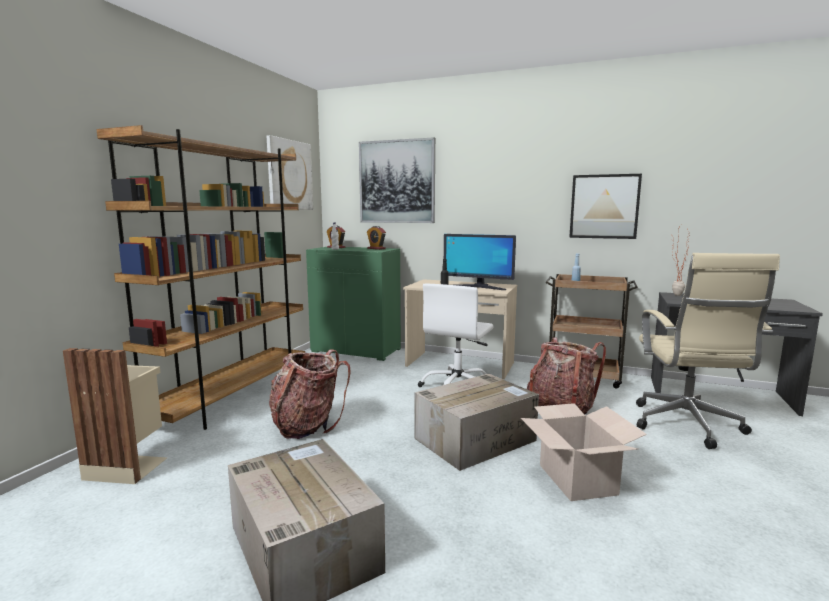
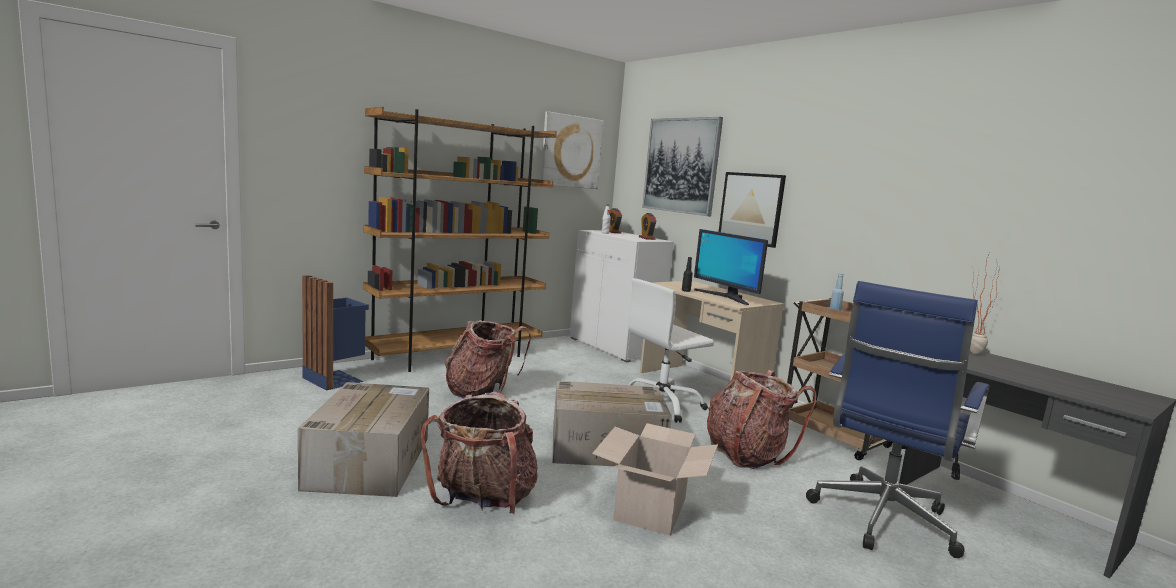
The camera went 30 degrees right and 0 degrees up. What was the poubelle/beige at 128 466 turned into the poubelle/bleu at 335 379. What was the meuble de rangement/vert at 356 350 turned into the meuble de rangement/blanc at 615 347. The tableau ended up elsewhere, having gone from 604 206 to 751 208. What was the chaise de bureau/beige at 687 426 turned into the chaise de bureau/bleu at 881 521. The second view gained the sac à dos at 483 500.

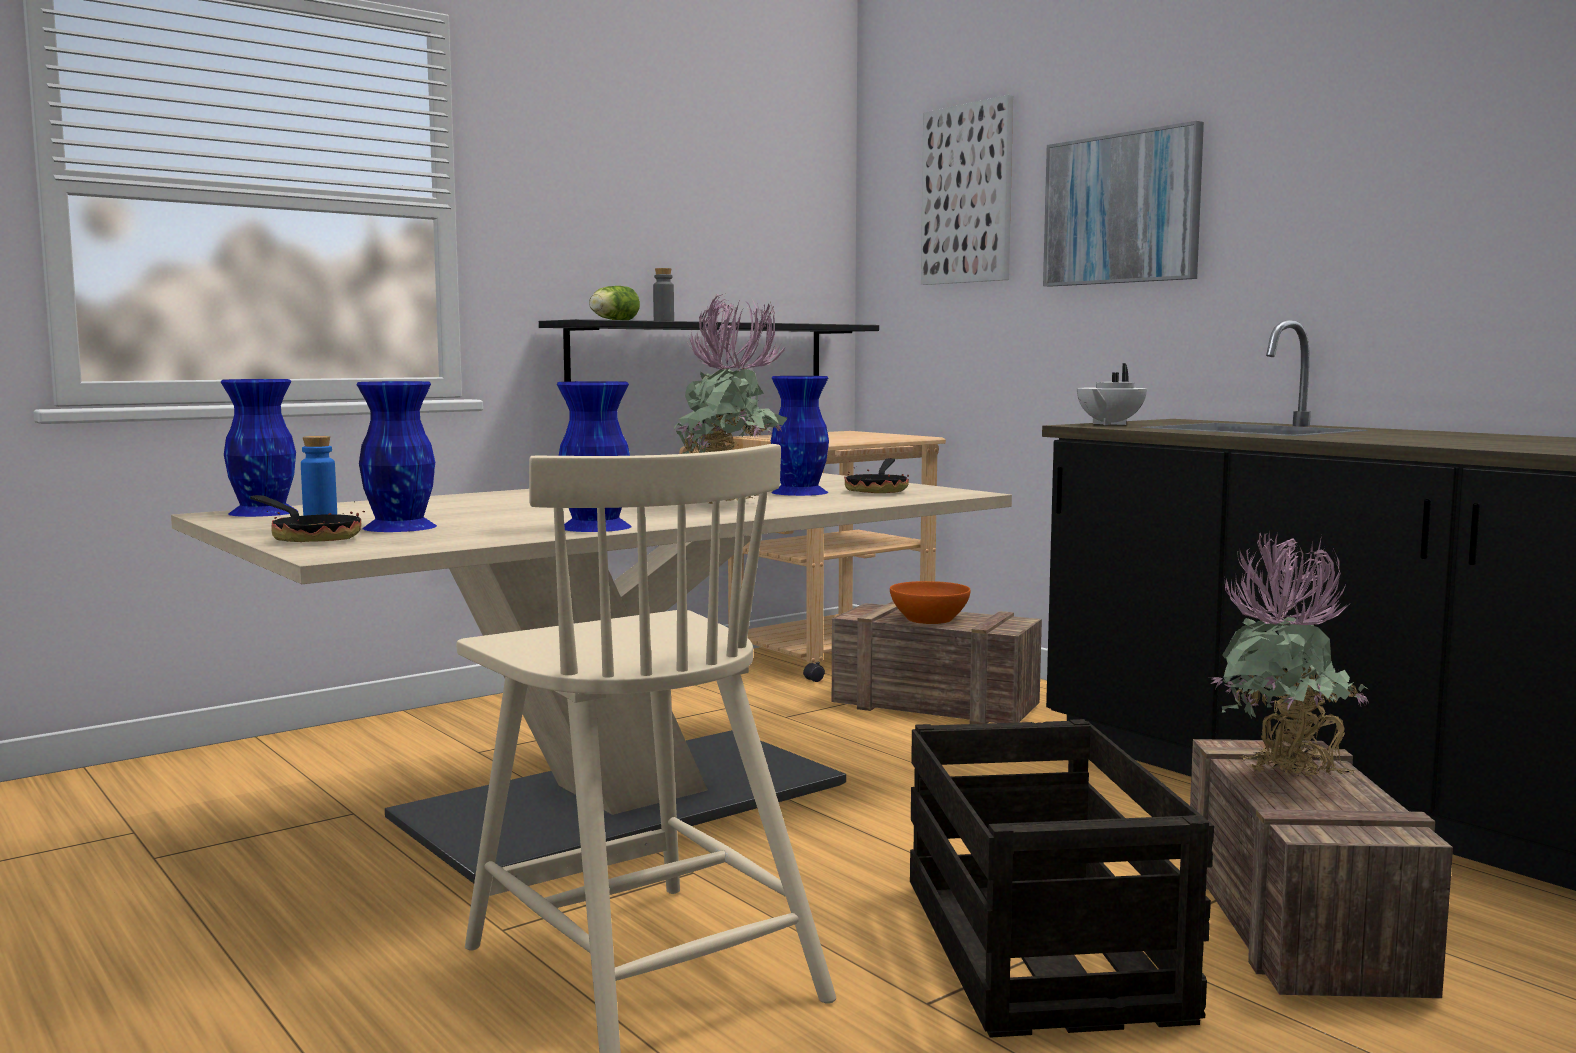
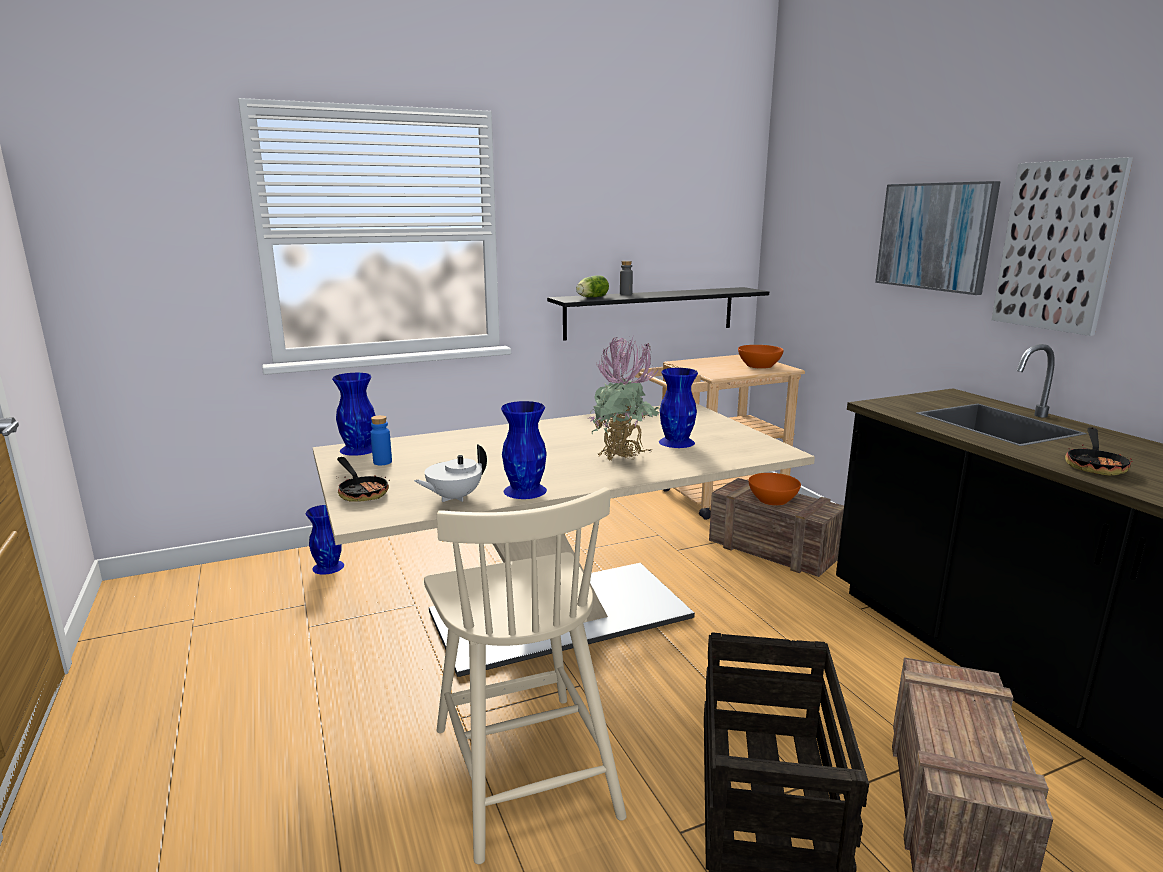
The camera went 15 degrees right and 10 degrees up. The vase/bleu ended up elsewhere, having gone from 399 527 to 328 566. The poêle ended up elsewhere, having gone from 878 490 to 1095 466. The tableau ended up elsewhere, having gone from 967 194 to 1057 246. The théière/blanc ended up elsewhere, having gone from 1109 424 to 453 498. The second view lost the plante en pot at 1285 779. The second view gained the bol/orange at 759 365.

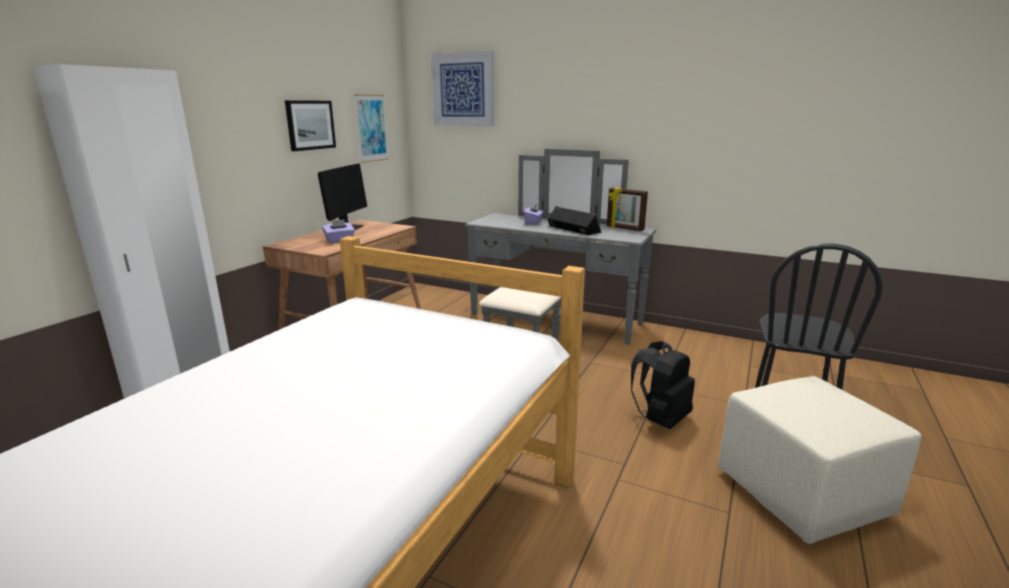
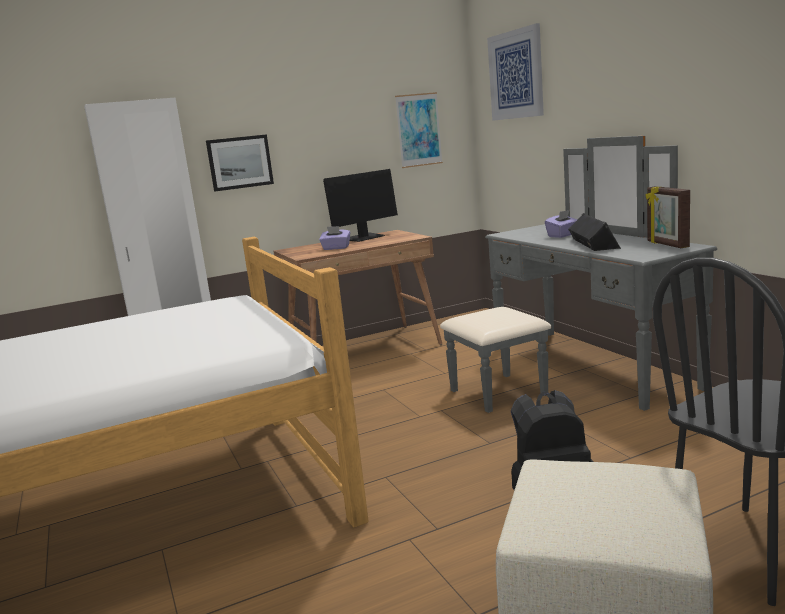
The camera went 40 degrees right and 5 degrees down. The tableau ended up elsewhere, having gone from 310 125 to 240 162.

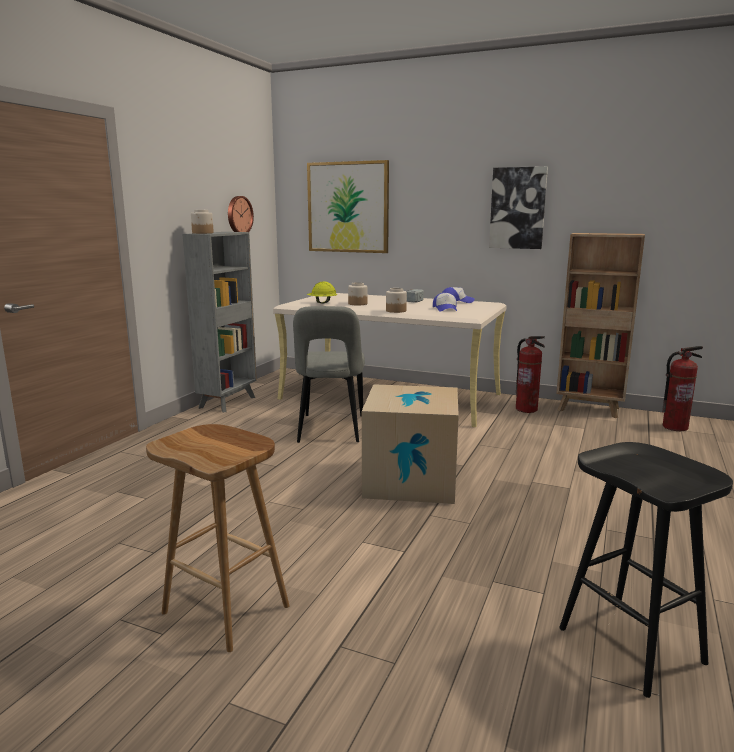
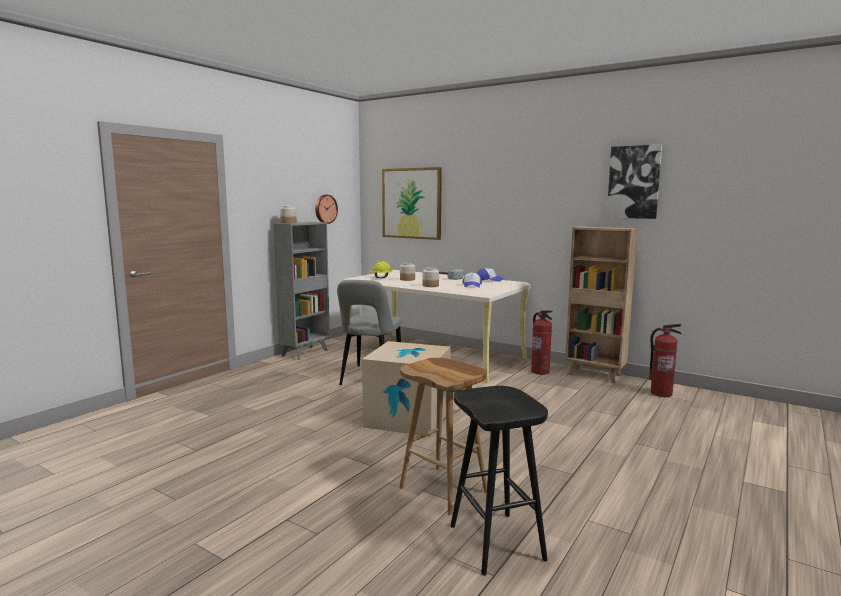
The camera went 10 degrees right and 5 degrees down. The tabouret/marron ended up elsewhere, having gone from 228 609 to 444 489. The tableau ended up elsewhere, having gone from 518 208 to 634 182.

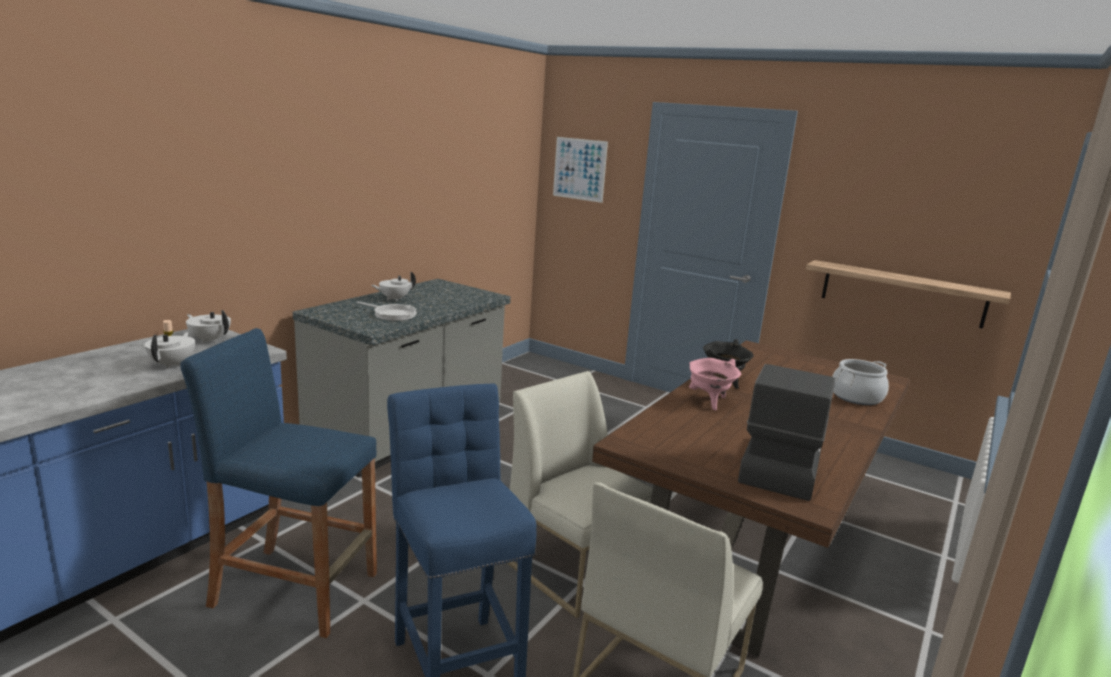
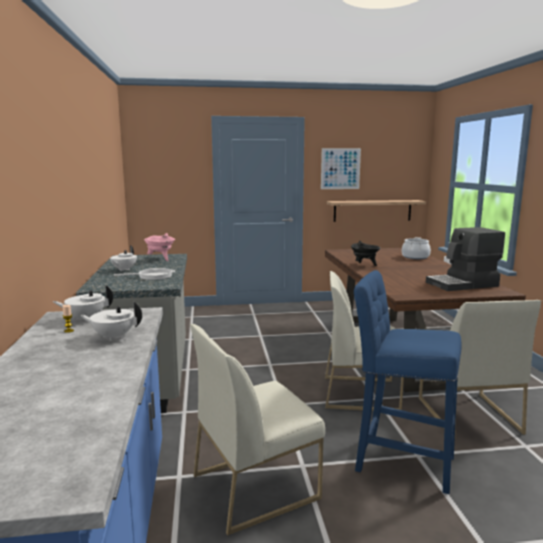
The camera went 40 degrees left and 5 degrees down. The théière/blanc at 173 364 ended up facing another way, 45 degrees counterclockwise from before. Where the tabouret/bleu stood at 295 590, the chaise/blanc came to stand at 255 485. The tableau ended up elsewhere, having gone from 579 169 to 340 168. The marmite/rose ended up elsewhere, having gone from 709 402 to 161 259. The machine à café at 779 467 ended up facing another way, 90 degrees counterclockwise from before.

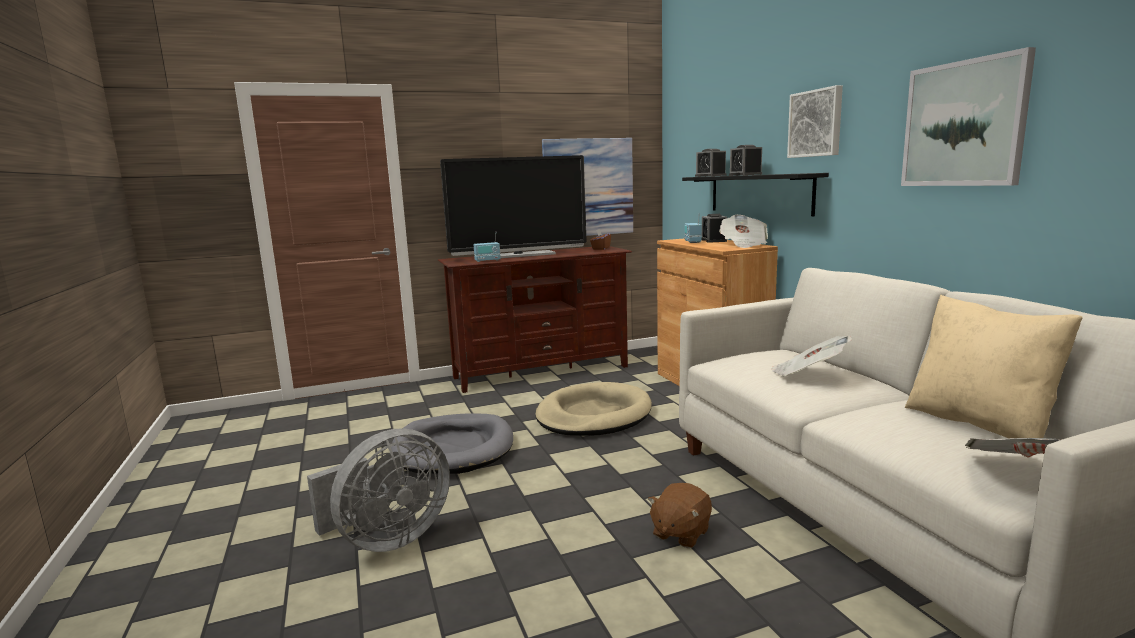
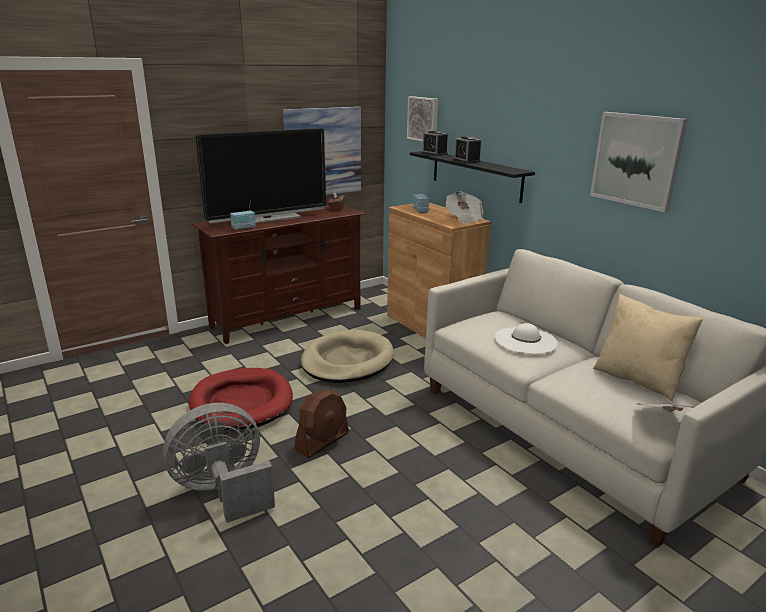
The camera went 15 degrees left and 10 degrees up. The ventilateur/gris at 387 539 ended up facing another way, 150 degrees counterclockwise from before. What was the panier pour chien/gris at 454 448 turned into the panier pour chien/rouge at 242 402. The second view lost the peluche/marron at 680 533. The second view lost the réveil at 713 240. Where the journal stood at 807 375, the chapeau/blanc came to stand at 525 340. The tableau ended up elsewhere, having gone from 816 123 to 423 119. The second view gained the ventilateur/marron at 322 441.

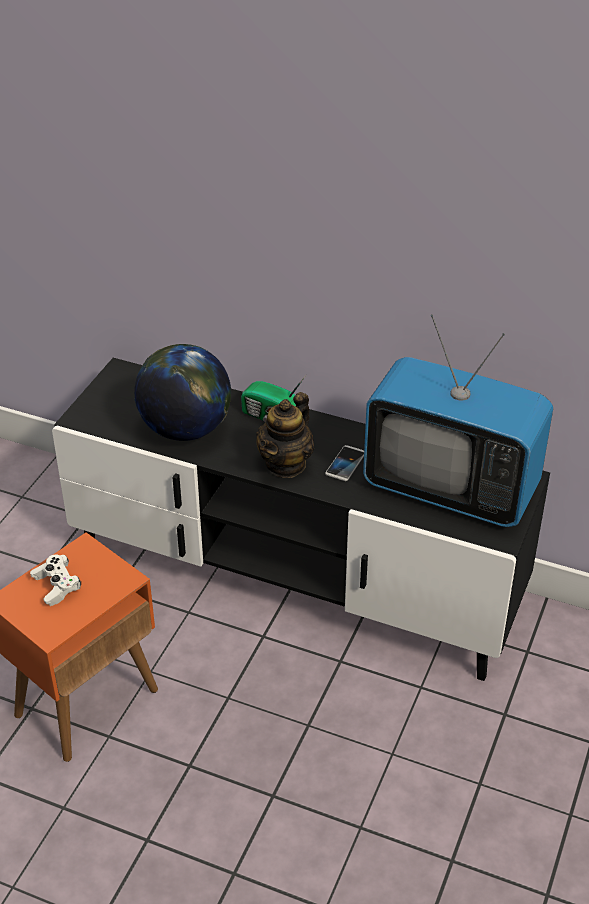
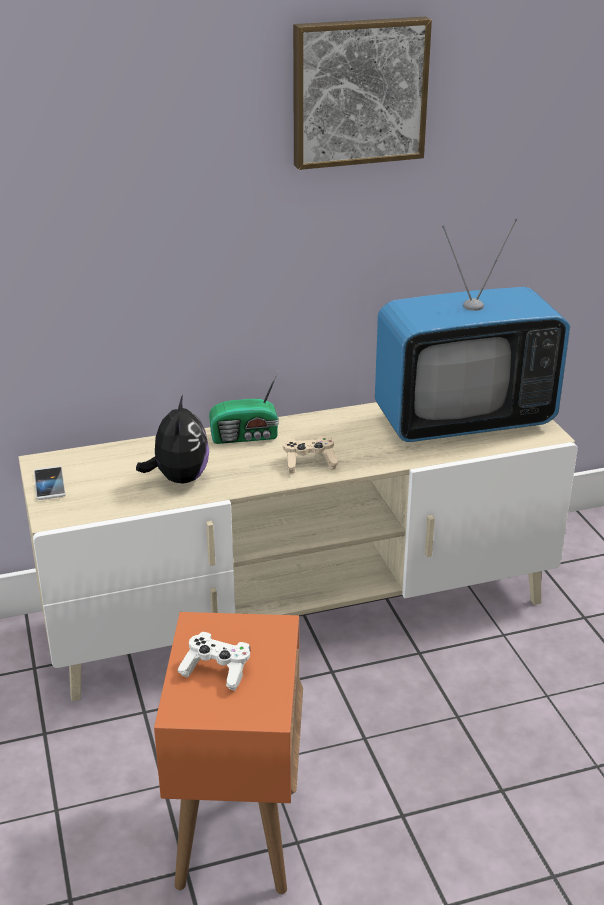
The camera went 40 degrees left and 10 degrees down. What was the meuble télé/noir at 294 578 turned into the meuble télé/beige at 301 612. Where the globe stood at 185 429, the peluche came to stand at 179 478. Where the théière stood at 286 464, the manette/beige came to stand at 309 463. The téléphone ended up elsewhere, having gone from 345 464 to 49 484. The second view gained the tableau at 358 92.

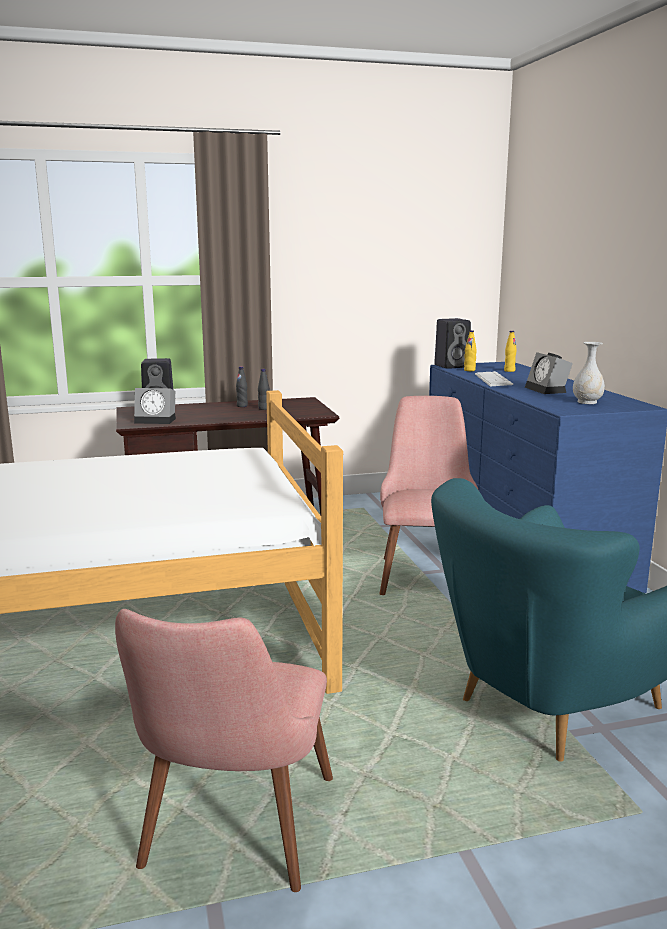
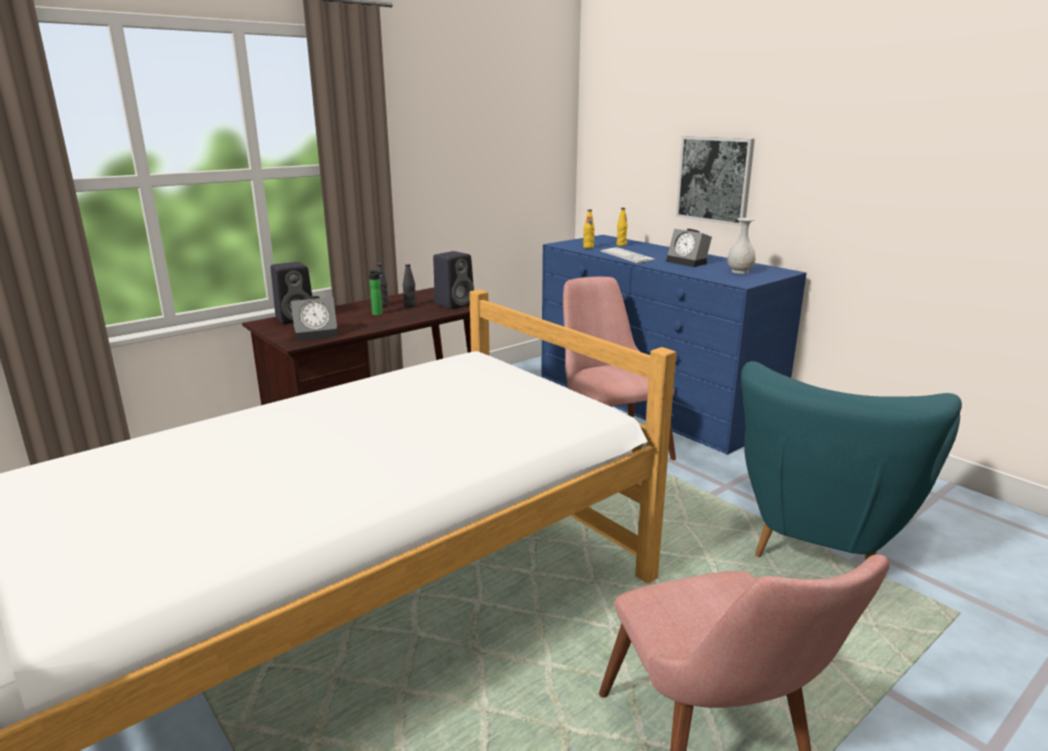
The camera went 25 degrees left and 5 degrees up. The enceinte/noir ended up elsewhere, having gone from 452 366 to 455 304. The second view gained the bouteille at 379 314. The second view gained the tableau at 714 179.

